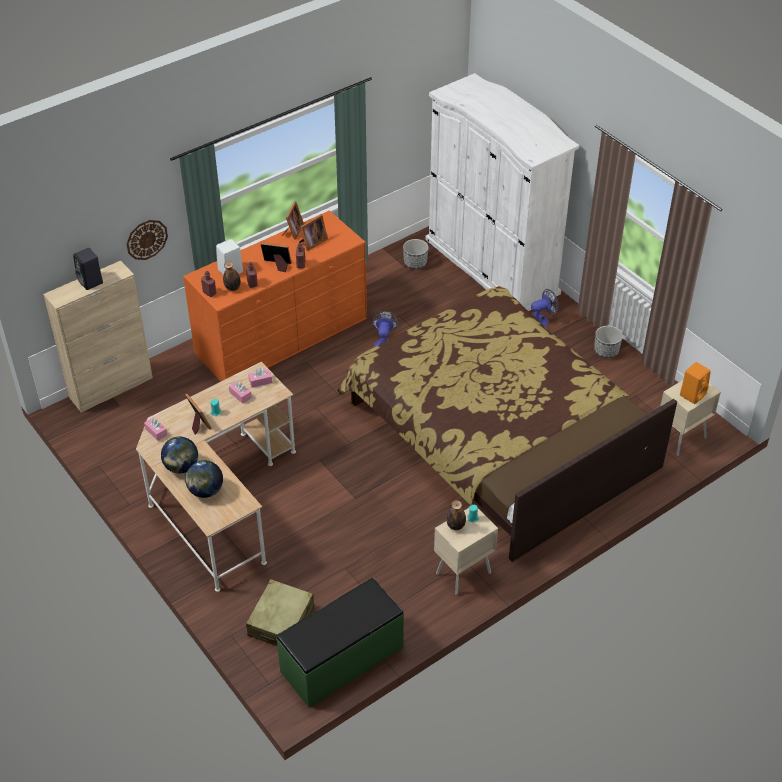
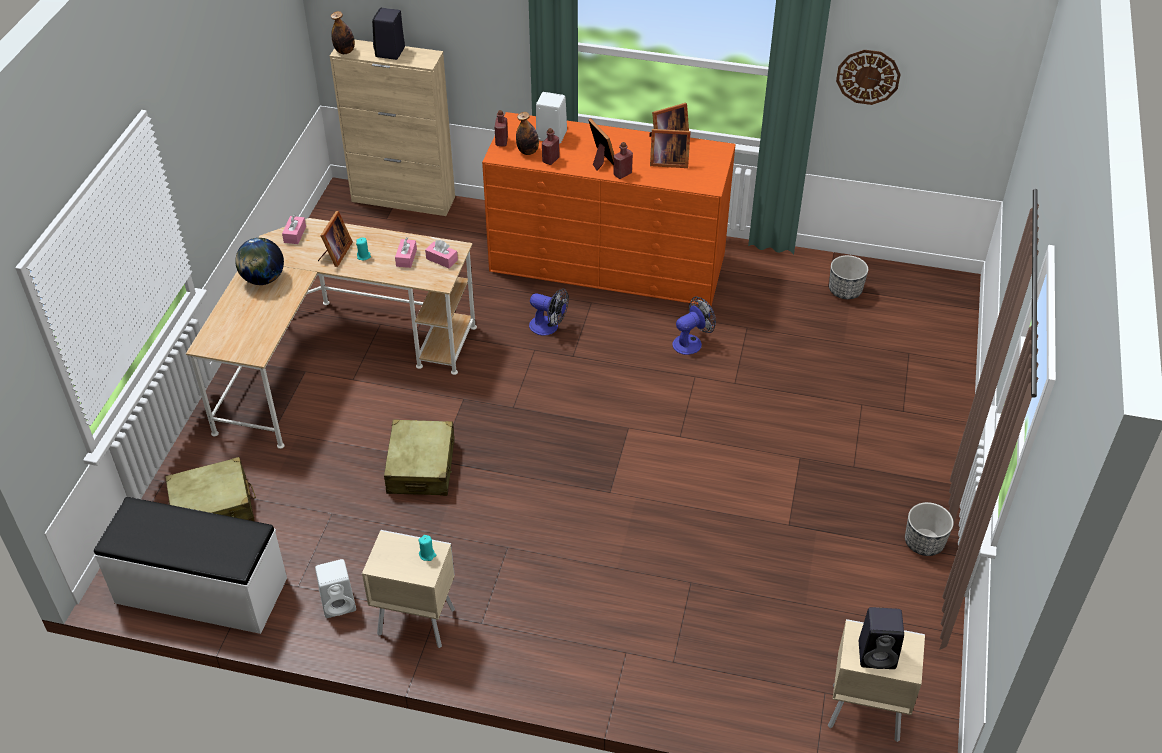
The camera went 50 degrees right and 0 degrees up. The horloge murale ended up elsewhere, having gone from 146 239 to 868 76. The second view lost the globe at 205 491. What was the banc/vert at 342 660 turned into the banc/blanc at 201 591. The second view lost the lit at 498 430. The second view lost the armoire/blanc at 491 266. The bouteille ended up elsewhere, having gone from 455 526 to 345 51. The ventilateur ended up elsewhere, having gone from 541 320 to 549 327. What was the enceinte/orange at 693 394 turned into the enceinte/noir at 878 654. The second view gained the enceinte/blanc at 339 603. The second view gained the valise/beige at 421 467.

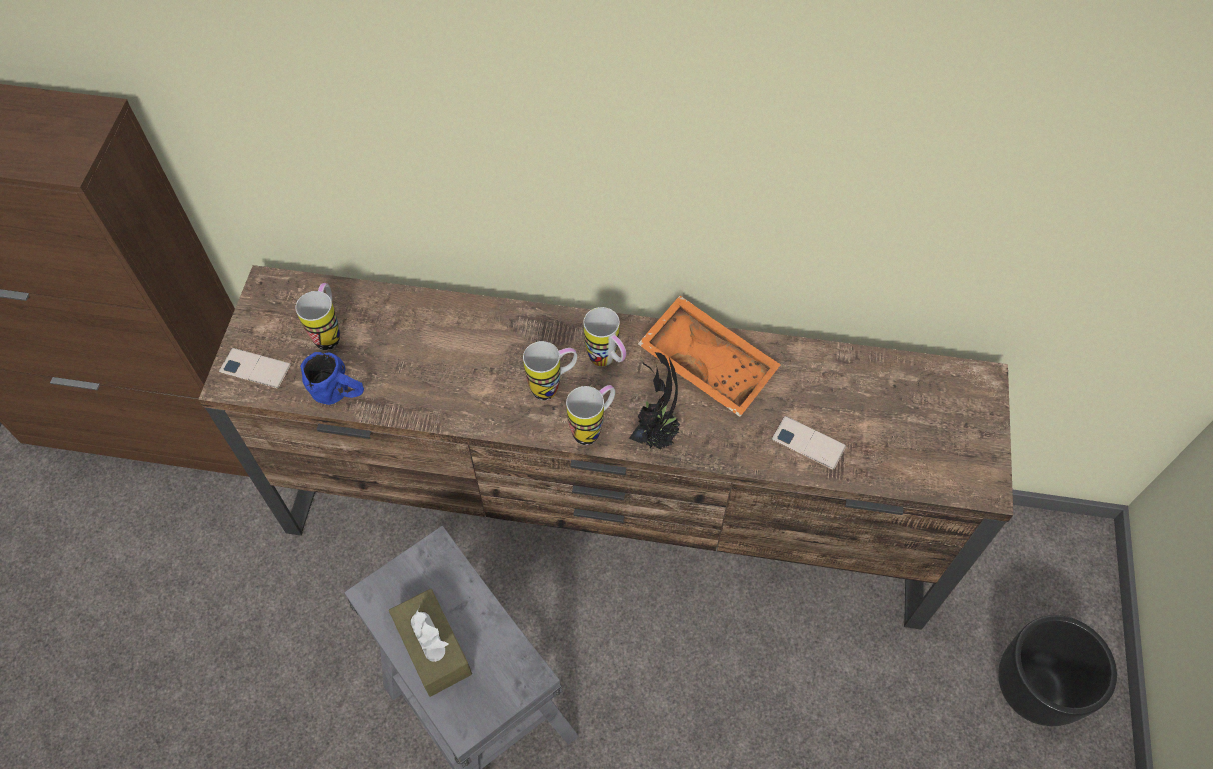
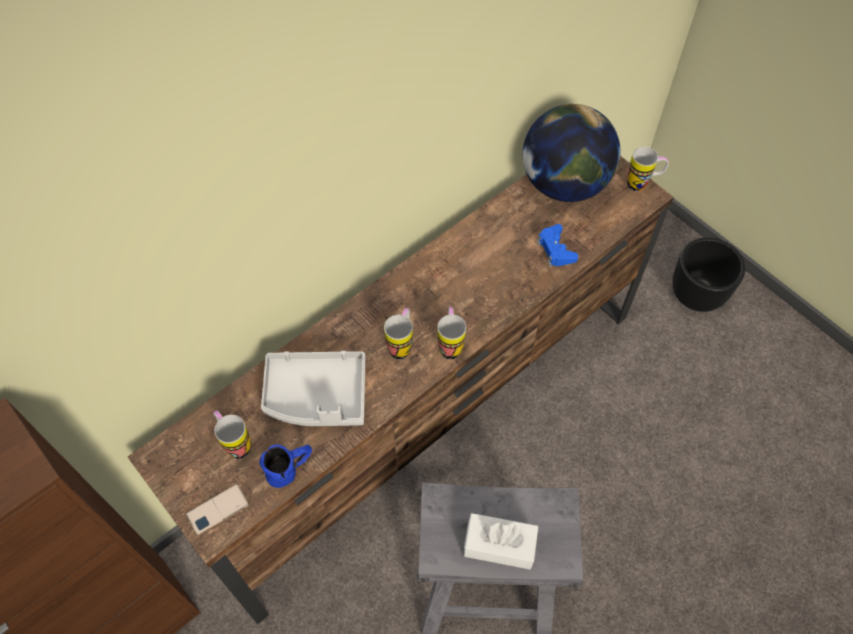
The camera went 50 degrees left and 0 degrees up. What was the boîte à mouchoirs/marron at 433 648 turned into the boîte à mouchoirs/blanc at 499 545. The mug ended up elsewhere, having gone from 607 361 to 642 184. The second view lost the plante en pot at 656 434. The second view lost the plateau/orange at 709 363. Where the téléphone stood at 808 443, the manette/bleu came to stand at 555 249. The second view gained the plateau/gris at 316 395. The second view gained the globe at 564 184.

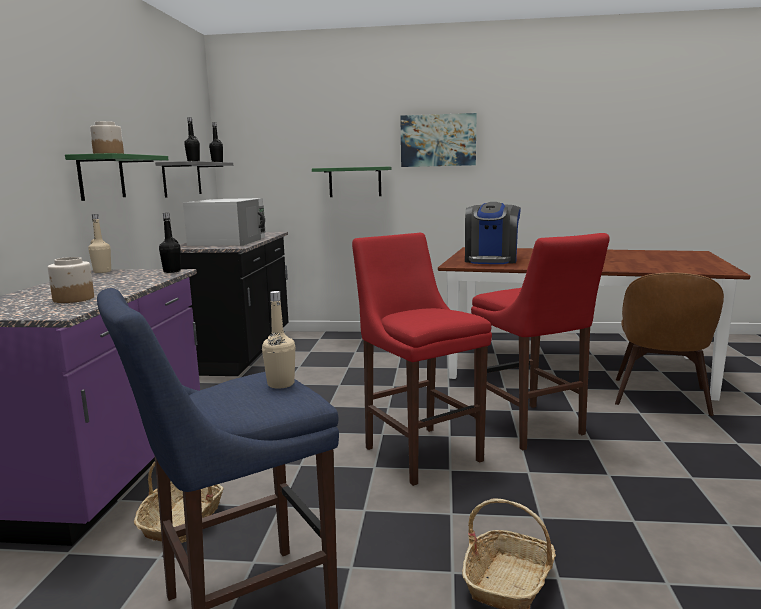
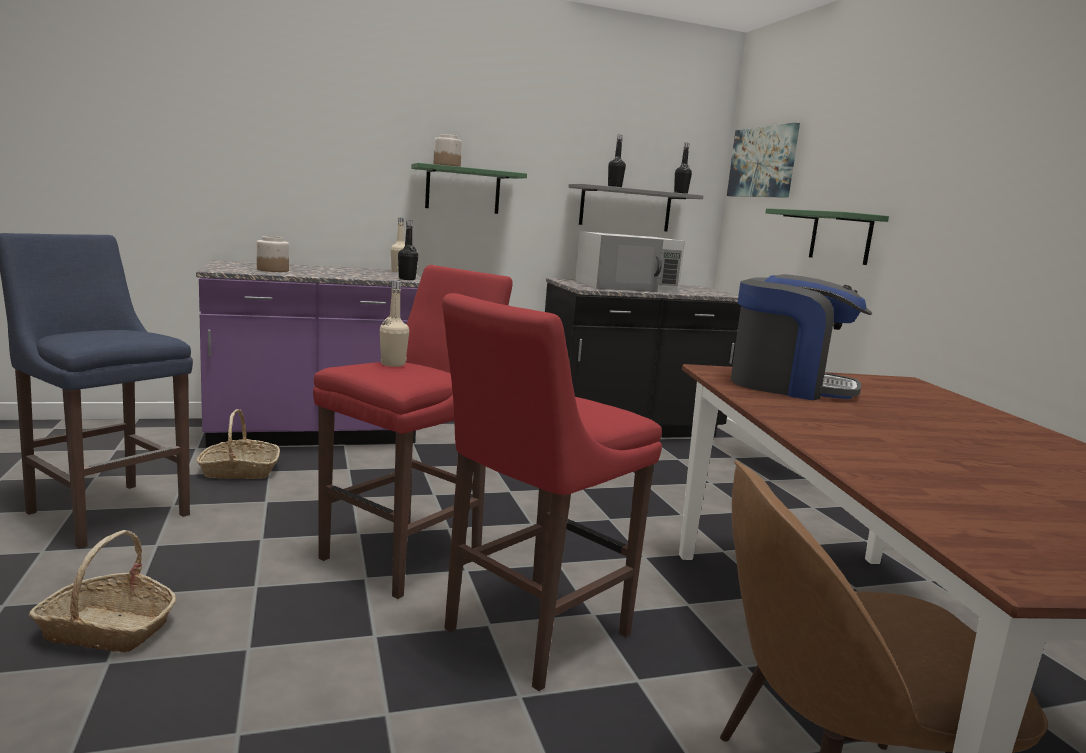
The camera went 65 degrees right and 0 degrees up. The bouteille/beige ended up elsewhere, having gone from 281 384 to 393 364. The tableau ended up elsewhere, having gone from 438 140 to 763 162. The machine à café at 491 260 ended up facing another way, 150 degrees counterclockwise from before.

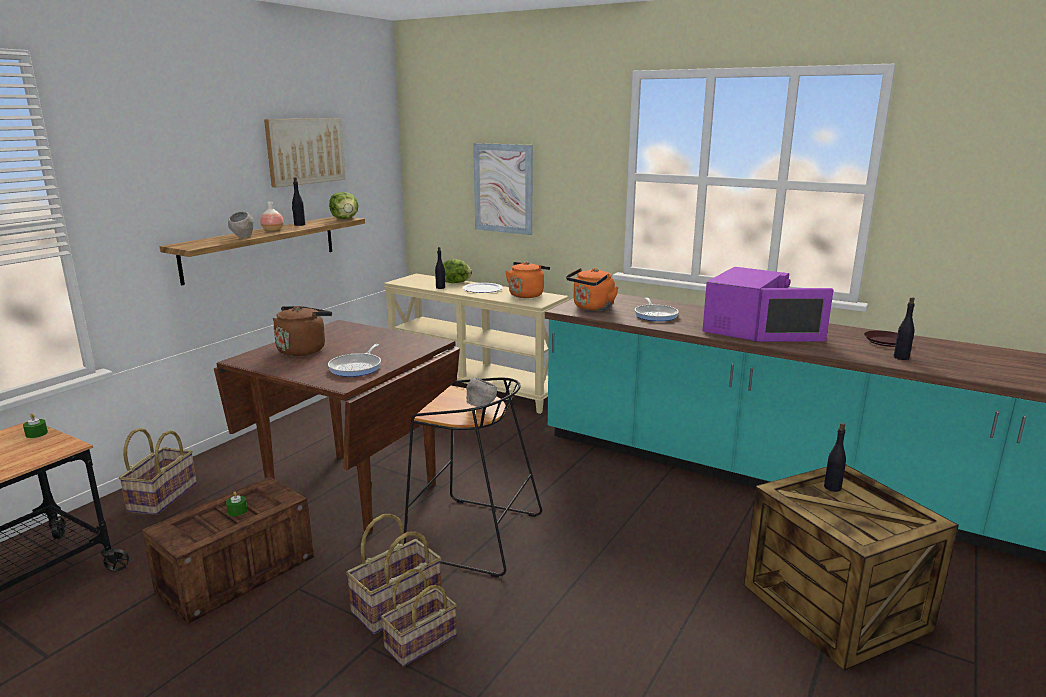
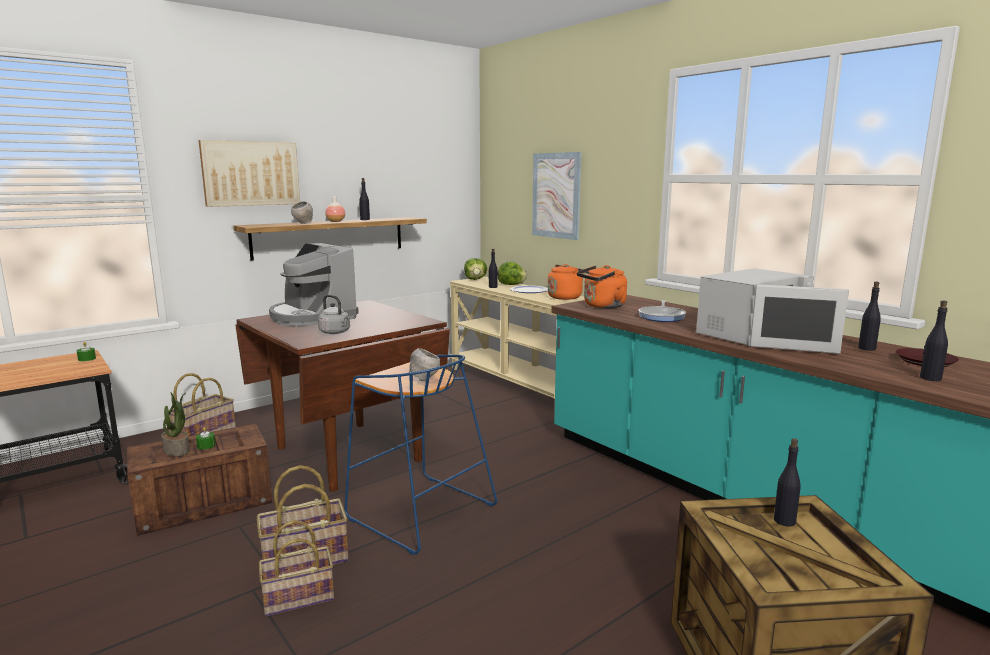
The camera went 20 degrees right and 5 degrees down. The tableau ended up elsewhere, having gone from 305 151 to 251 173. Where the bouilloire/marron stood at 303 350, the machine à café came to stand at 312 317. Where the poêle stood at 357 367, the bouilloire/gris came to stand at 336 332. The laitue ended up elsewhere, having gone from 345 219 to 475 279. What was the tabouret/noir at 472 536 turned into the tabouret/bleu at 419 512. What was the micro-ondes/violet at 746 328 turned into the micro-ondes/blanc at 753 335. The second view gained the plante en pot at 177 450. The second view gained the bouteille/noir at 867 348.

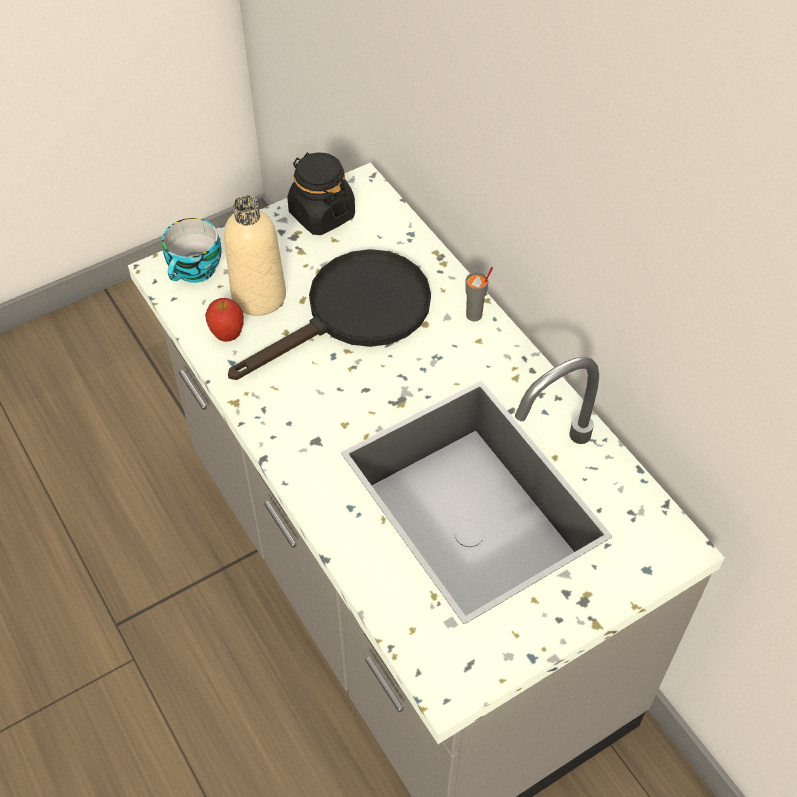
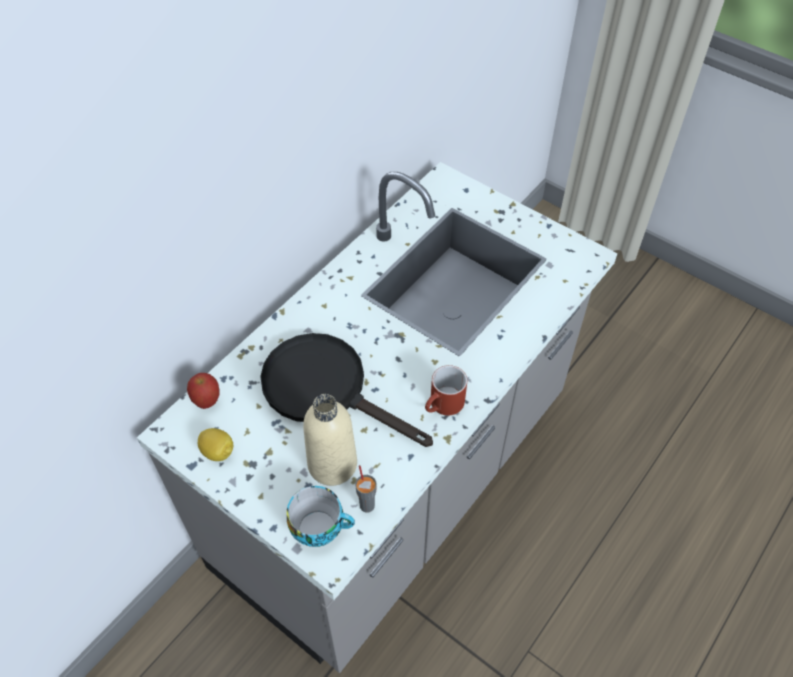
The camera went 110 degrees left and 0 degrees up. The pomme ended up elsewhere, having gone from 228 335 to 207 401. Where the bocal/noir stood at 321 215, the citron came to stand at 218 452. The tasse/gris ended up elsewhere, having gone from 474 315 to 367 505. The second view gained the mug/rouge at 443 406.

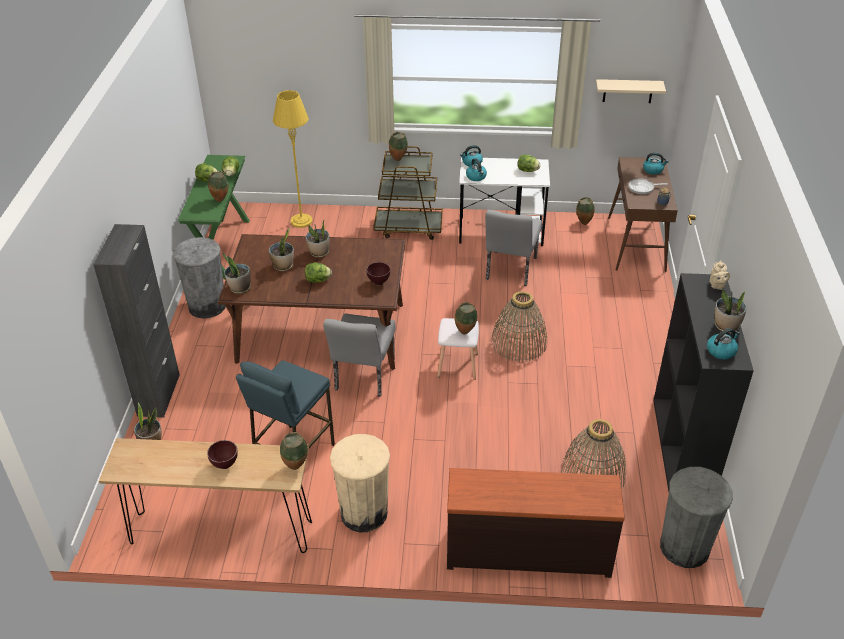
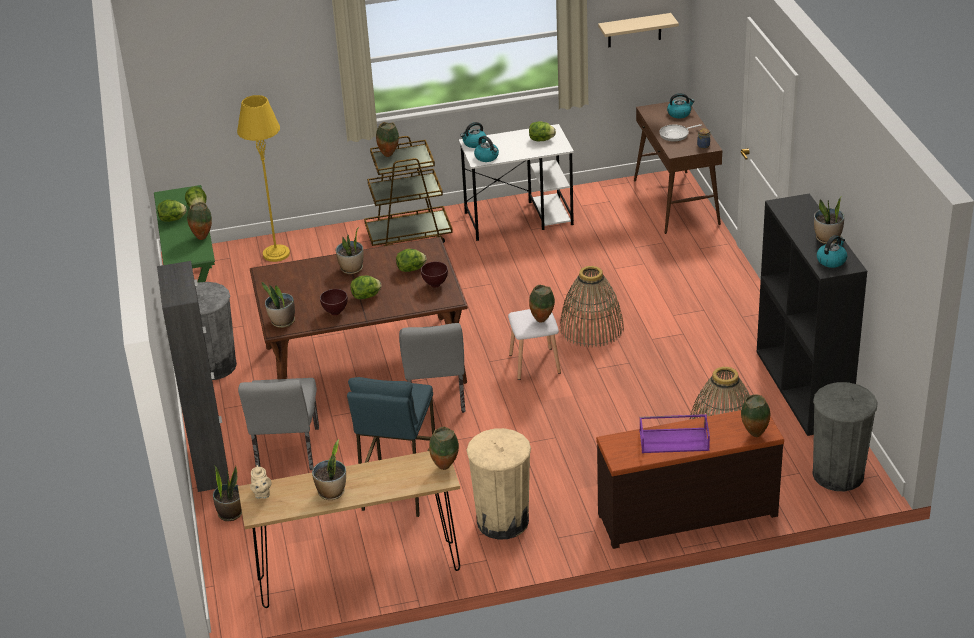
The camera went 15 degrees left and 5 degrees down. The bol/marron ended up elsewhere, having gone from 225 464 to 335 312. The plante en pot ended up elsewhere, having gone from 283 266 to 332 492. The chaise/gris ended up elsewhere, having gone from 509 271 to 286 454. The vase ended up elsewhere, having gone from 583 223 to 754 435. The théière/beige ended up elsewhere, having gone from 717 285 to 262 494. The second view gained the laitue at 411 269. The second view gained the plateau/violet at 674 440.

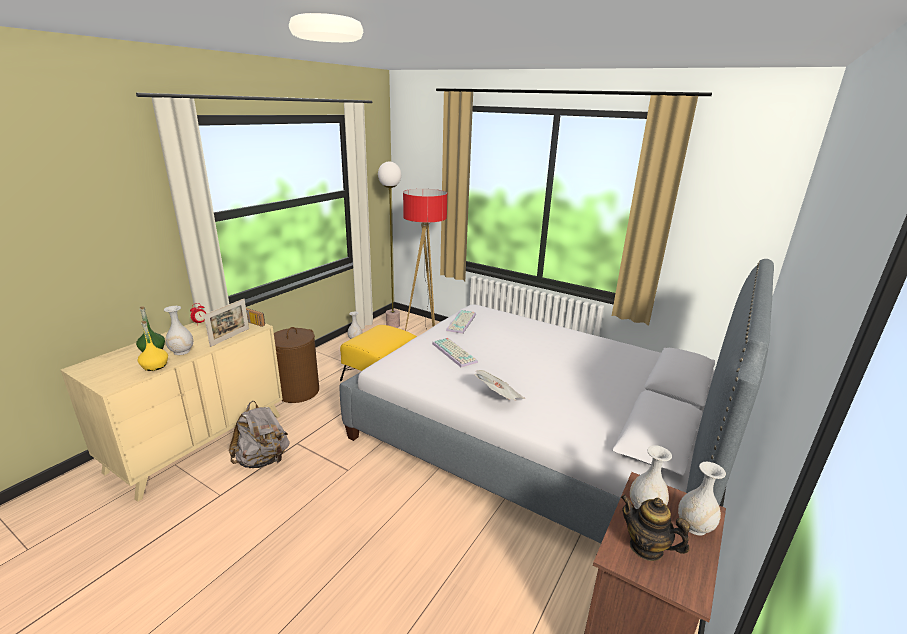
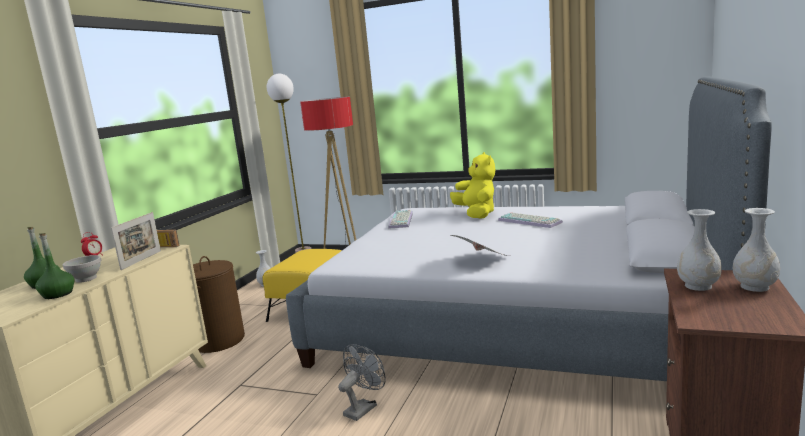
The camera went 10 degrees left and 10 degrees down. What was the bouteille/jaune at 155 366 turned into the bouteille/vert at 58 294. Where the vase/blanc stood at 181 351, the bol/blanc came to stand at 85 279. The second view lost the sac à dos/gris at 263 460. The clavier ended up elsewhere, having gone from 455 353 to 531 221. The second view lost the théière at 646 547. The second view gained the ventilateur/gris at 363 408. The second view gained the peluche/jaune at 476 214.

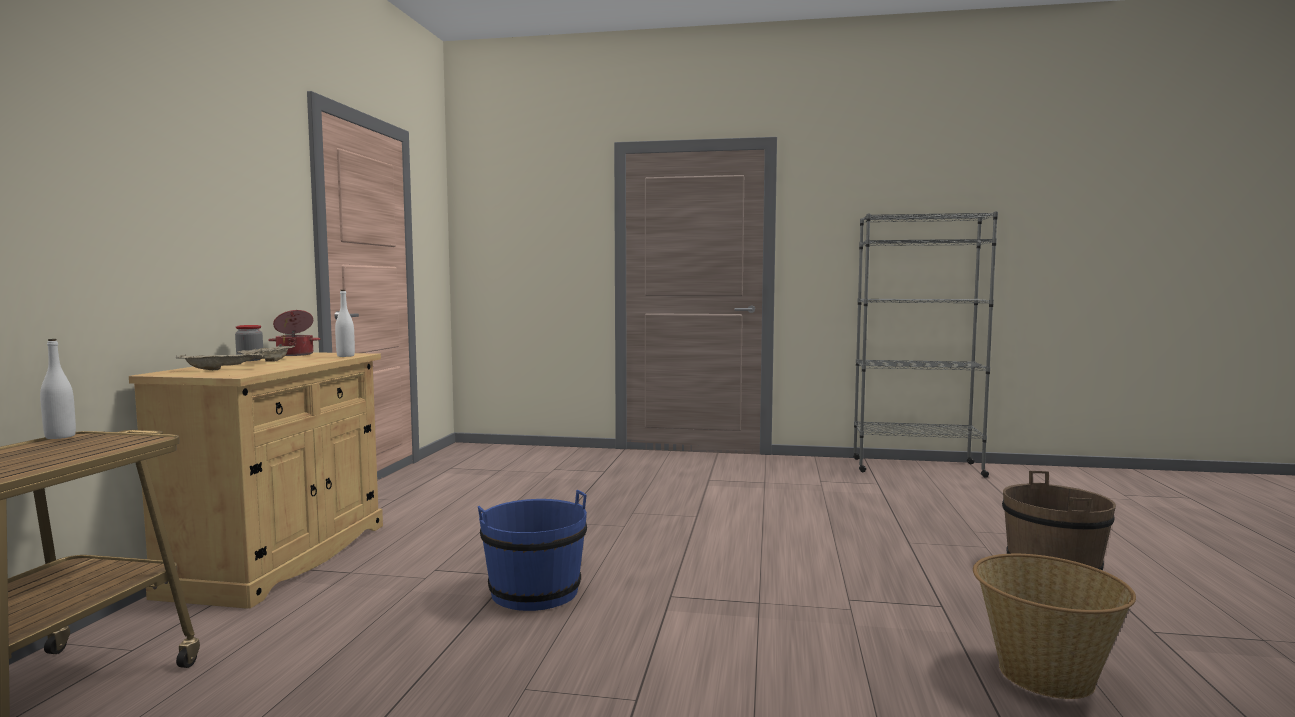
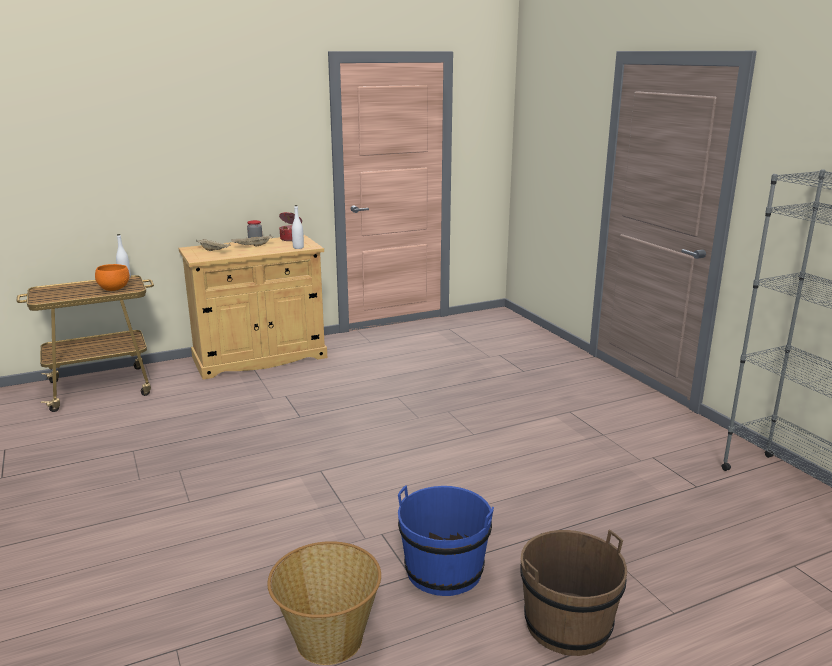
The camera went 55 degrees right and 15 degrees up. The seau/bleu ended up elsewhere, having gone from 535 592 to 444 571. The second view gained the bol/orange at 114 289.

